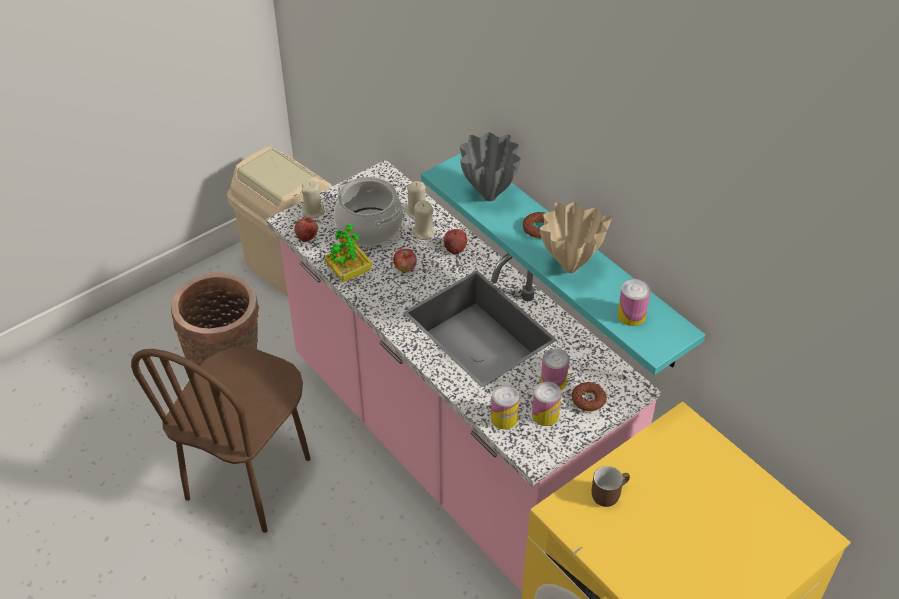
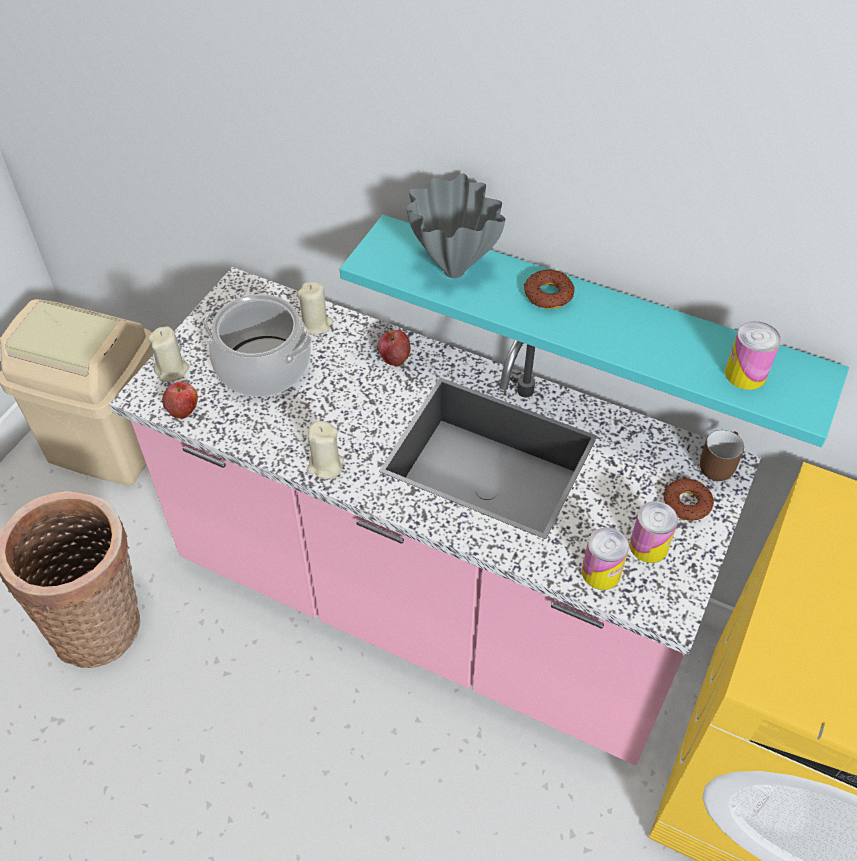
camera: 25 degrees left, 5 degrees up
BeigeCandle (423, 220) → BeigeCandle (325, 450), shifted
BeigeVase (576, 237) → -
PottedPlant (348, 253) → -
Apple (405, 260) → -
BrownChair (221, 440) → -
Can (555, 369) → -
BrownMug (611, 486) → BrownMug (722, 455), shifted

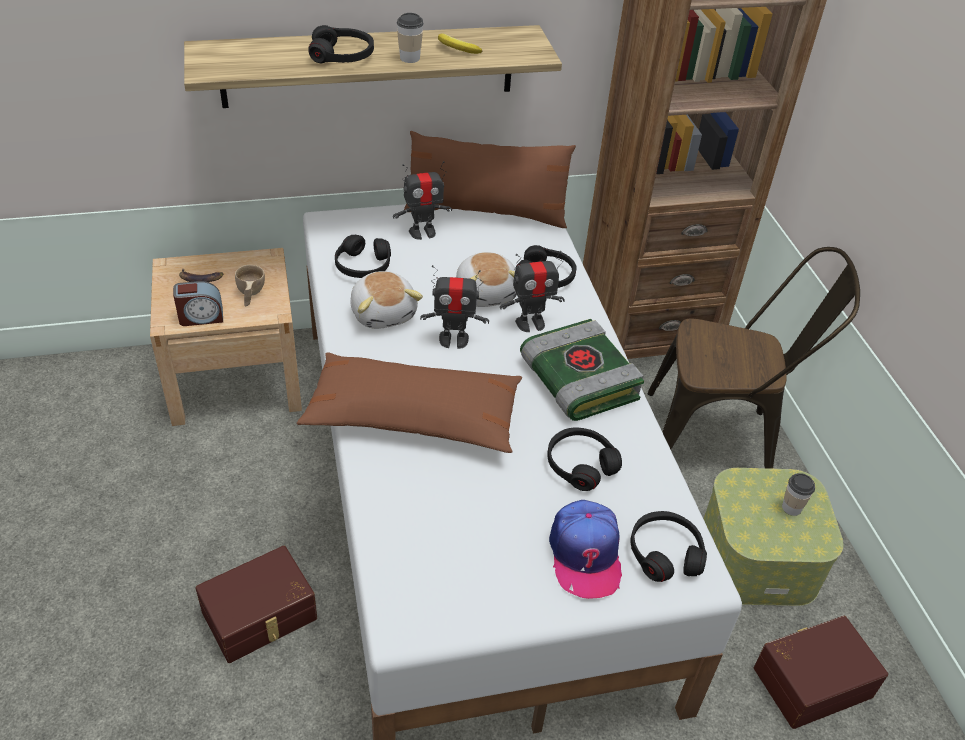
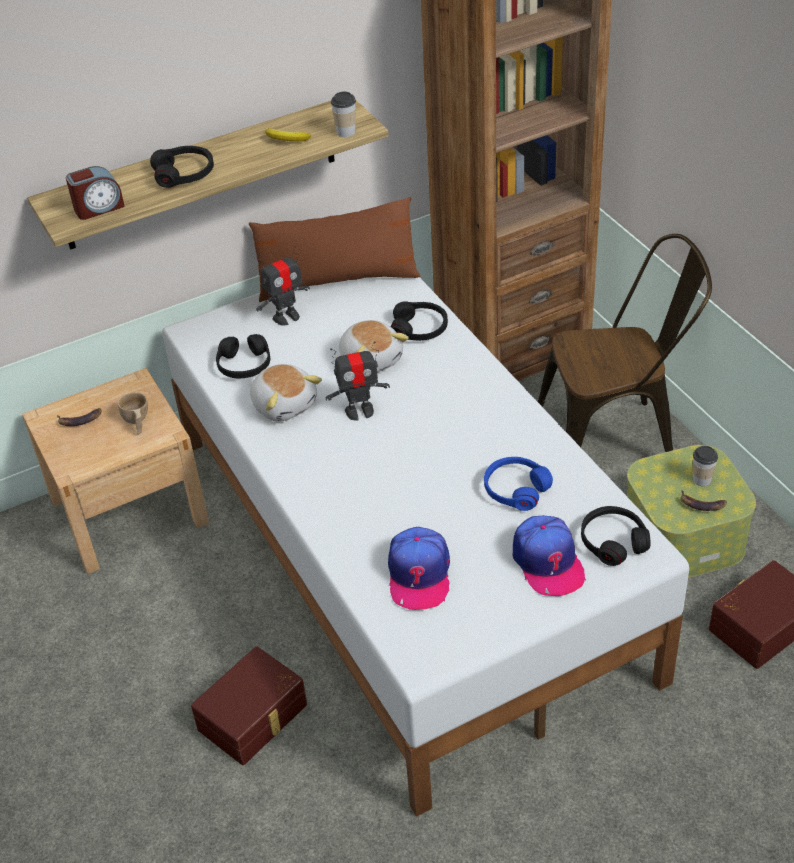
camera: 10 degrees left, 0 degrees up
Cup (410, 38) → Cup (343, 114), shifted
ToyRobot (532, 291) → -
AlarmClock (198, 303) → AlarmClock (95, 193), shifted
Book (582, 370) → -
BrownPillow (409, 402) → -
BlackHeadphones (584, 459) → BlueHeadphones (518, 484)
- → Banana (703, 500)
- → Cap (419, 568)

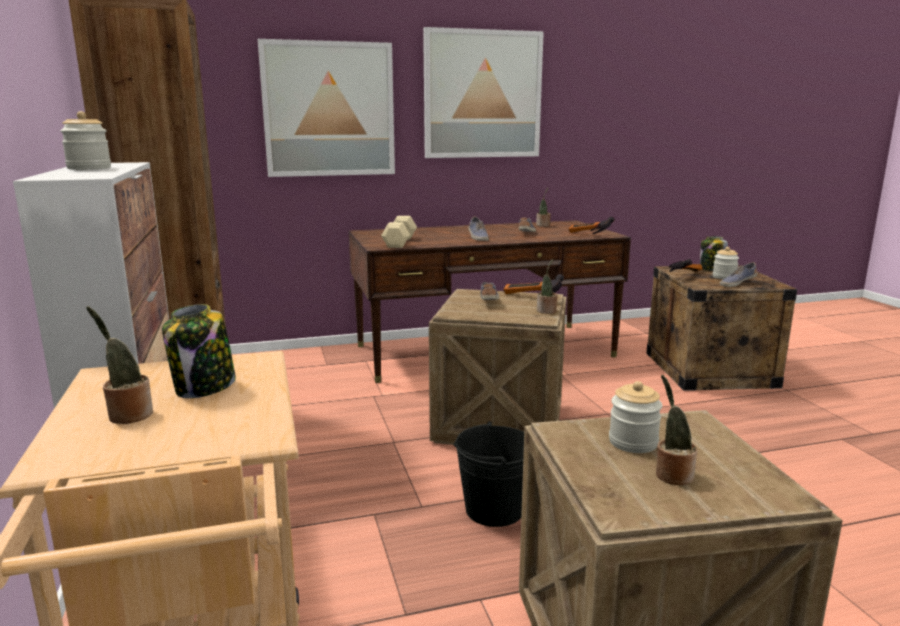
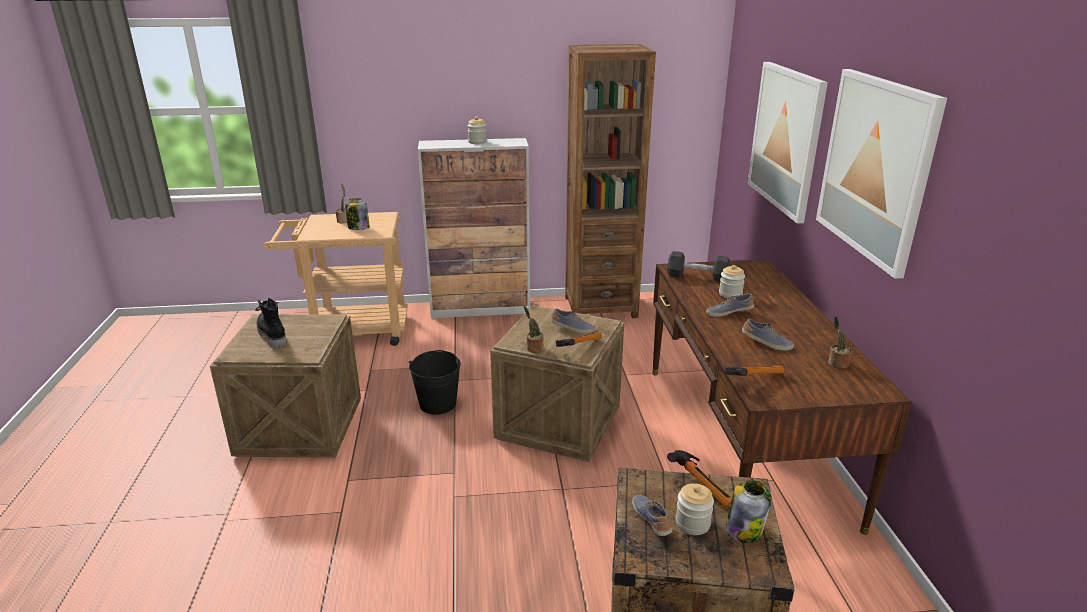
camera: 100 degrees right, 10 degrees up
BeigeDumbbell (399, 232) → BlackDumbbell (699, 266)
PottedPlant (676, 430) → BlackBoot (271, 323)
Jar (635, 417) → Jar (732, 282), shifted

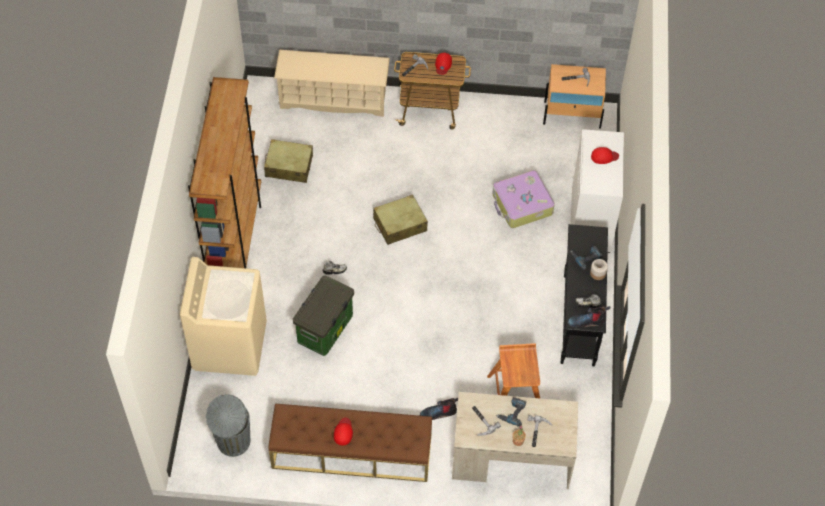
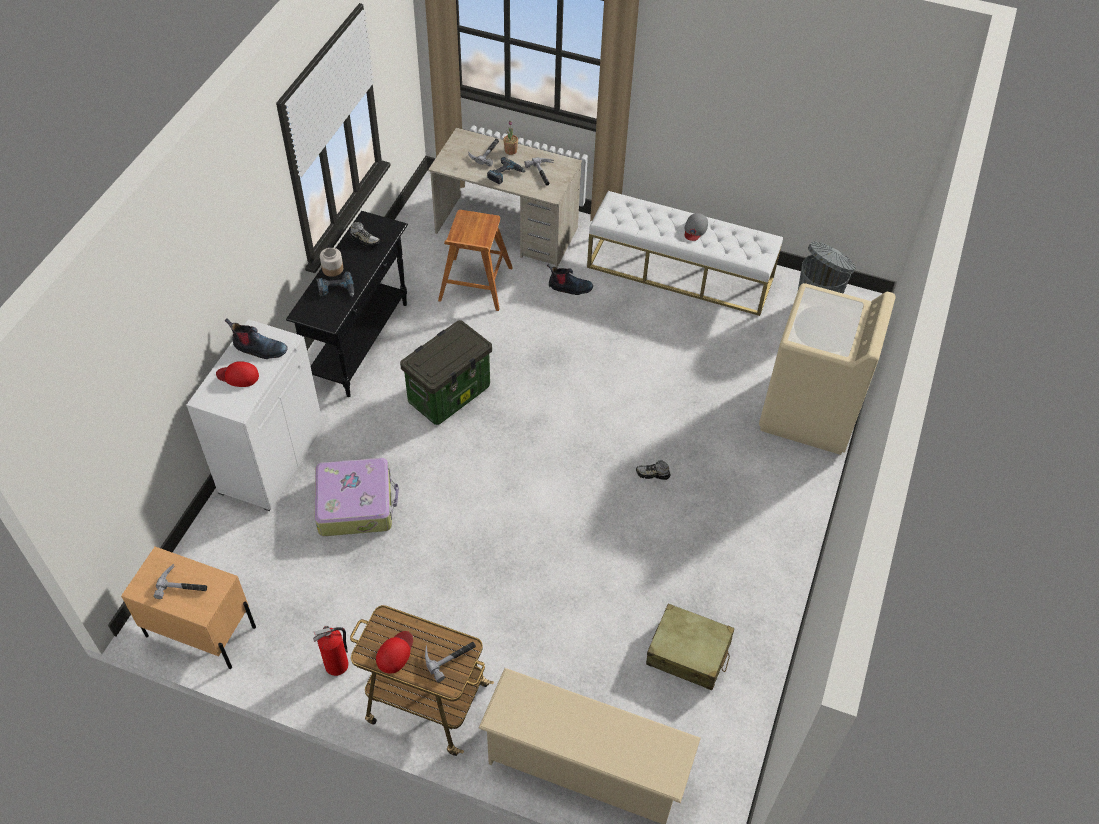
camera: 165 degrees left, 5 degrees down
BrownBookcase (224, 172) → -
BeigeSuitcase (400, 220) → -
StorageBox (323, 315) → StorageBox (446, 372), shifted
Boot (589, 317) → Boot (256, 338), shifted
BrownBench (350, 443) → WhiteBench (685, 253)
RedCap (343, 431) → GreyCap (696, 227)
- → FireExtinguisher (331, 651)

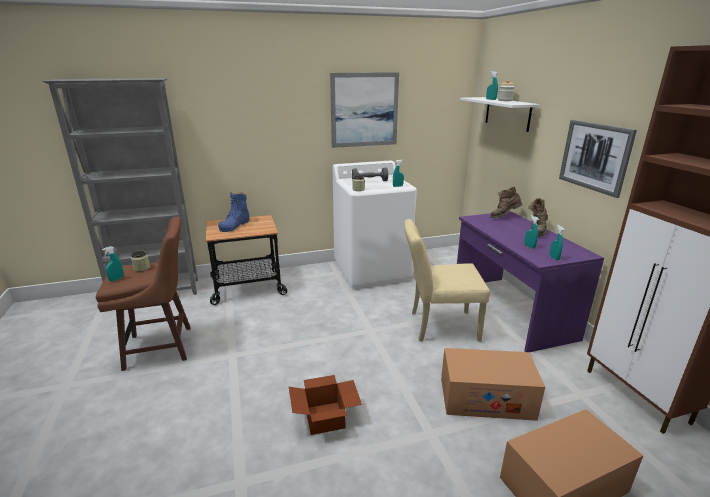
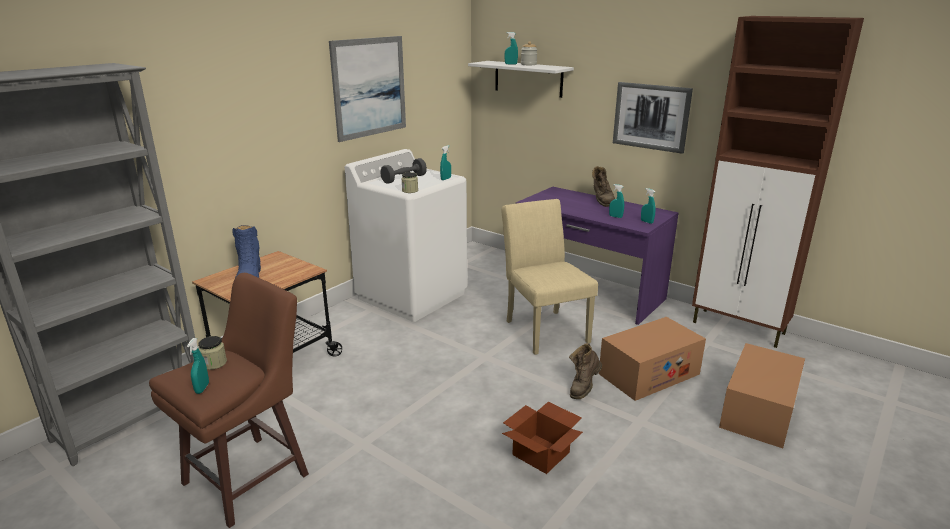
camera: 35 degrees left, 0 degrees up
BrownBoot (506, 202) → BrownBoot (585, 371), shifted
BeigeChair (447, 280) → BeigeChair (550, 277), 105 degrees clockwise

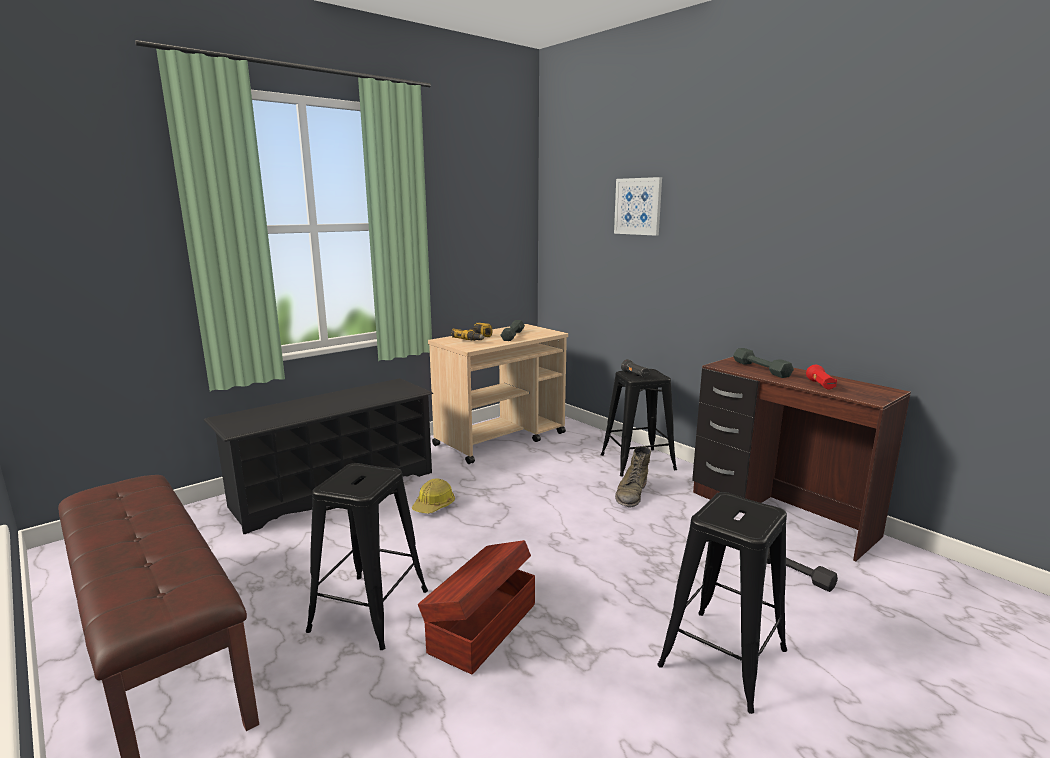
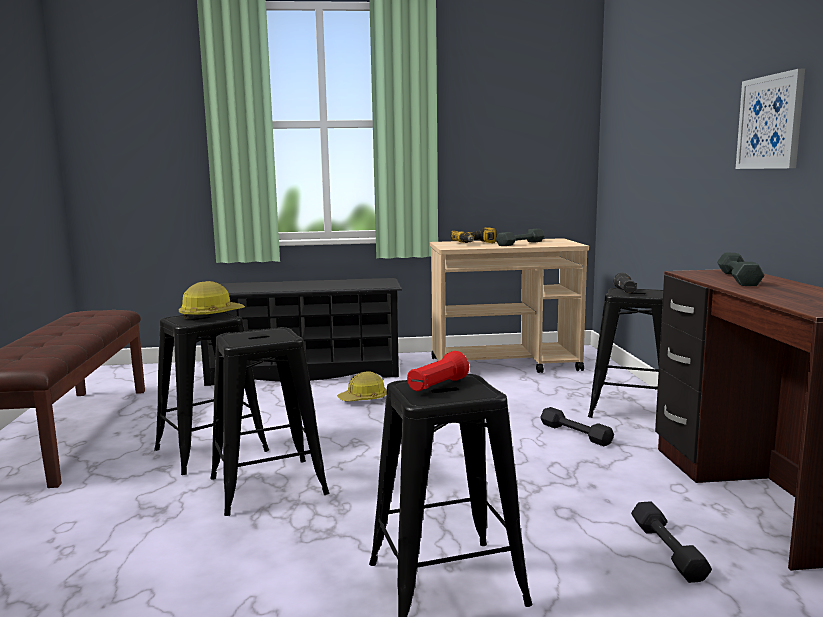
camera: 35 degrees right, 5 degrees down
Picture (638, 206) → Picture (770, 119), shifted
RedFlashlight (821, 377) → RedFlashlight (438, 371), shifted
GreenBoot (633, 477) → BlackDumbbell (577, 426)
BrownStorageBox (476, 607) → BlackStool (269, 421)
- → HardHat (212, 300)

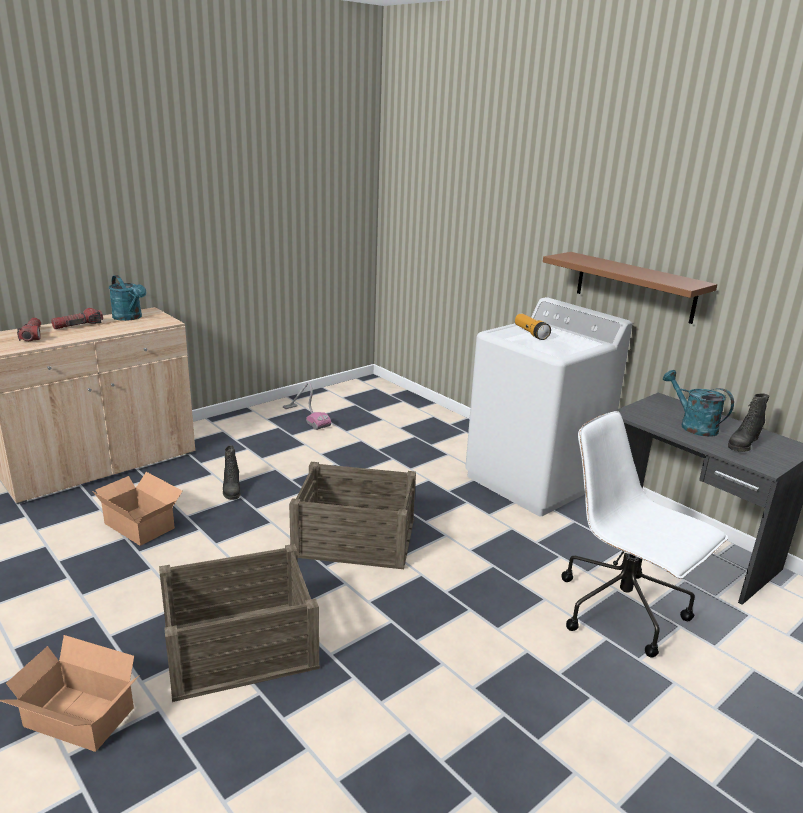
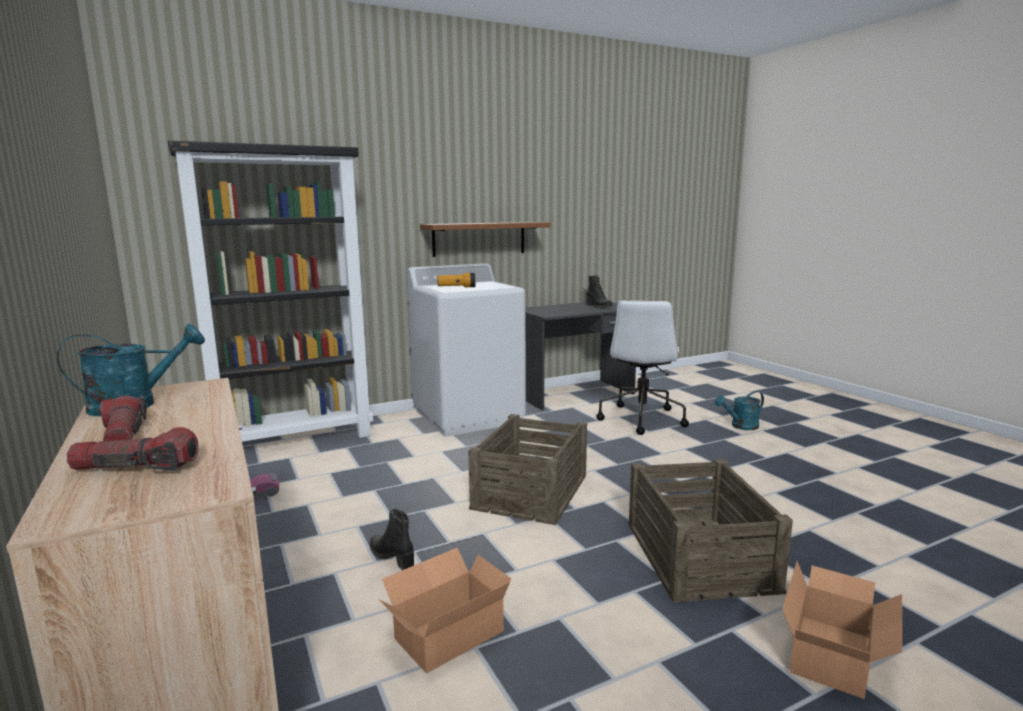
camera: 75 degrees left, 10 degrees down
TurquoiseWateringCan (698, 403) → TurquoiseWateringCan (739, 410), shifted
WhiteOfficeChair (645, 534) → WhiteOfficeChair (642, 367), 45 degrees counterclockwise
BlackBoot (232, 473) → BlackBoot (392, 539), 135 degrees counterclockwise
- → BlackBookcase (270, 291)

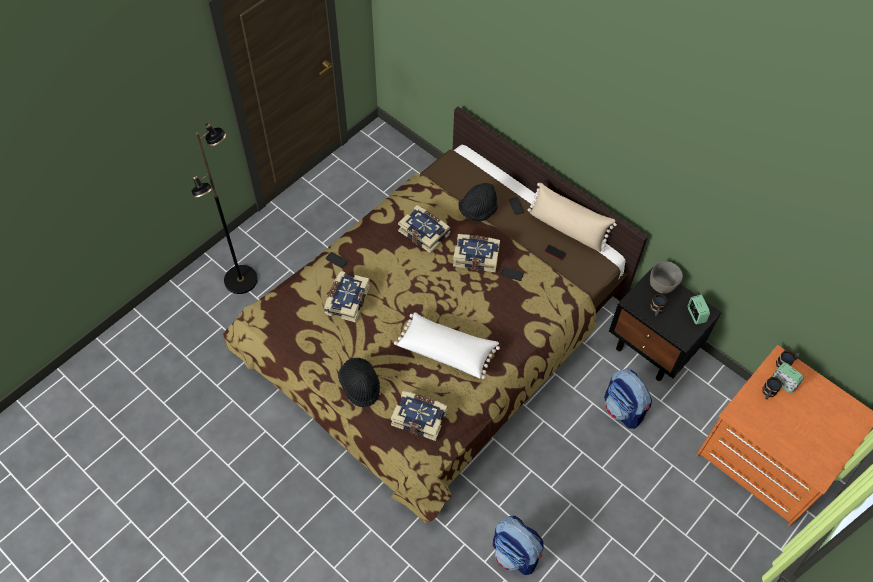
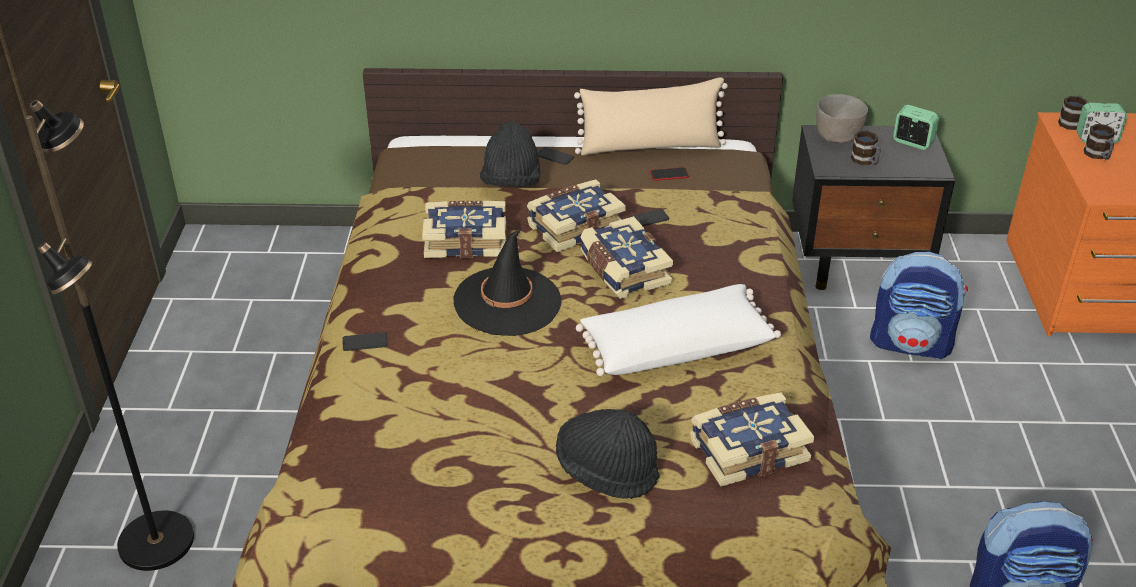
camera: 40 degrees left, 20 degrees down
Book (347, 297) → Book (626, 257), shifted
- → BlackHat (507, 282)

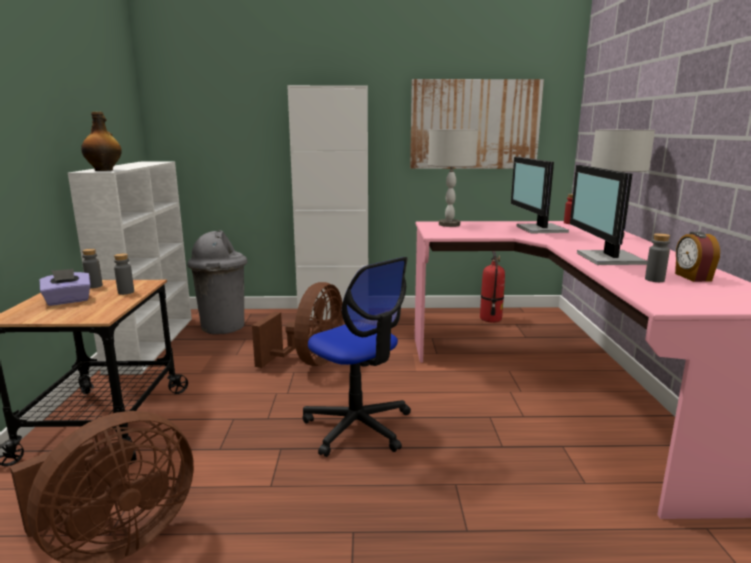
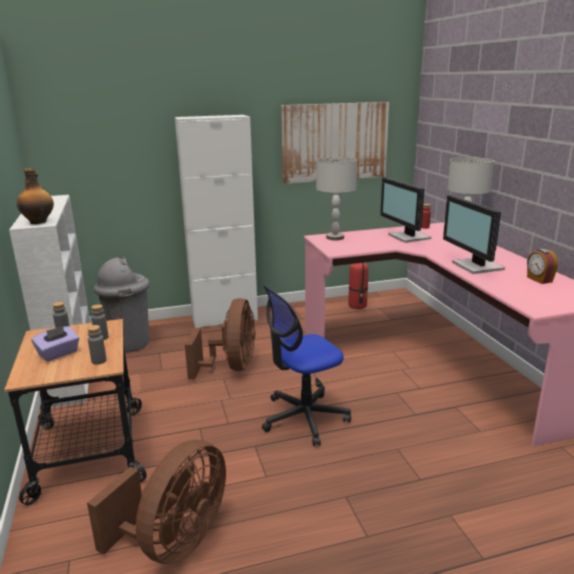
camera: 15 degrees left, 5 degrees up
GreyBottle (657, 257) → GreyBottle (97, 345), shifted
OfficeChair (356, 357) → OfficeChair (306, 365), 120 degrees clockwise

